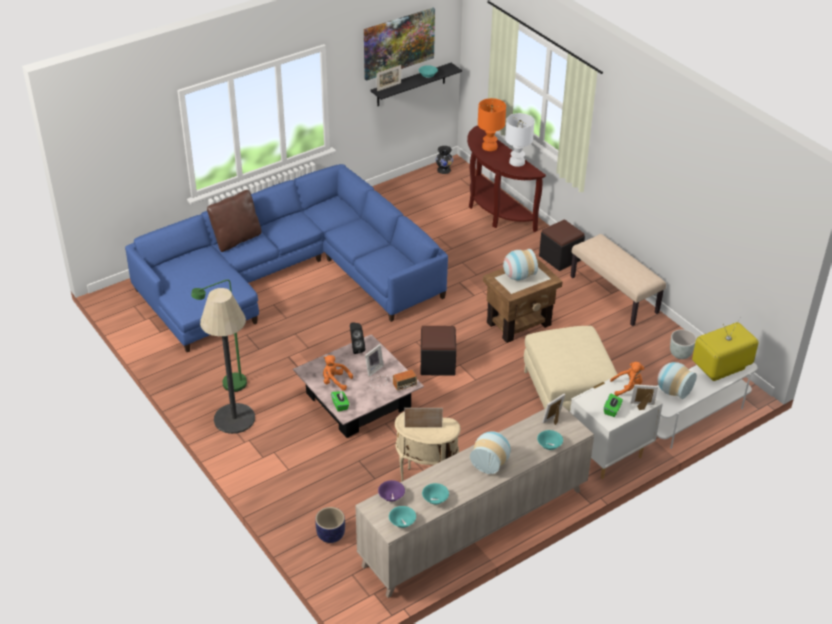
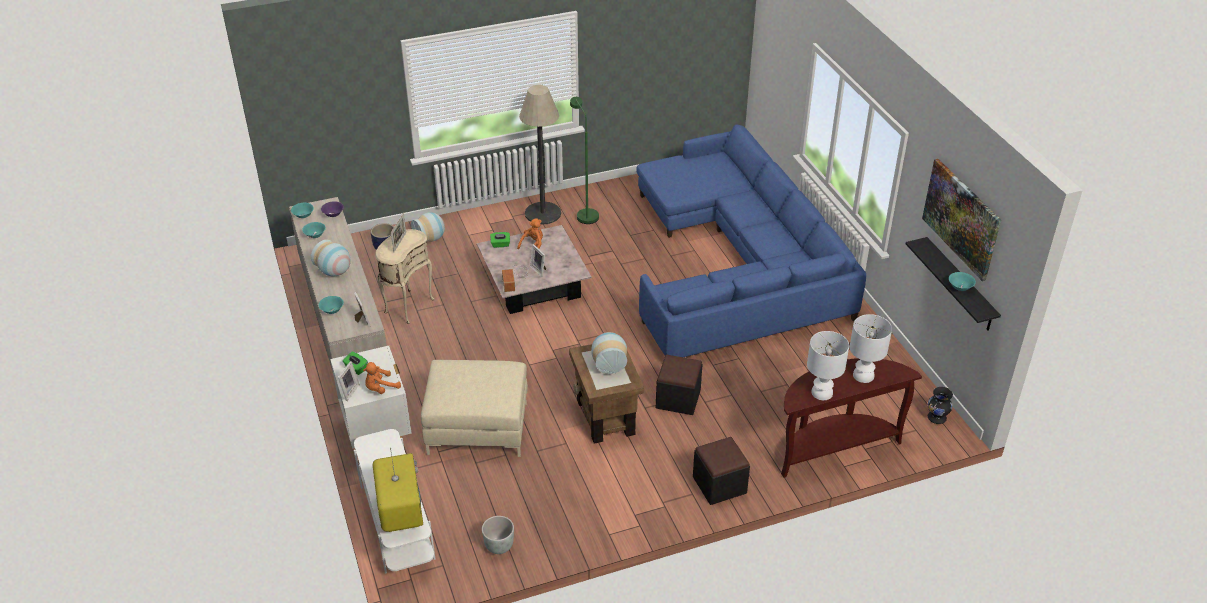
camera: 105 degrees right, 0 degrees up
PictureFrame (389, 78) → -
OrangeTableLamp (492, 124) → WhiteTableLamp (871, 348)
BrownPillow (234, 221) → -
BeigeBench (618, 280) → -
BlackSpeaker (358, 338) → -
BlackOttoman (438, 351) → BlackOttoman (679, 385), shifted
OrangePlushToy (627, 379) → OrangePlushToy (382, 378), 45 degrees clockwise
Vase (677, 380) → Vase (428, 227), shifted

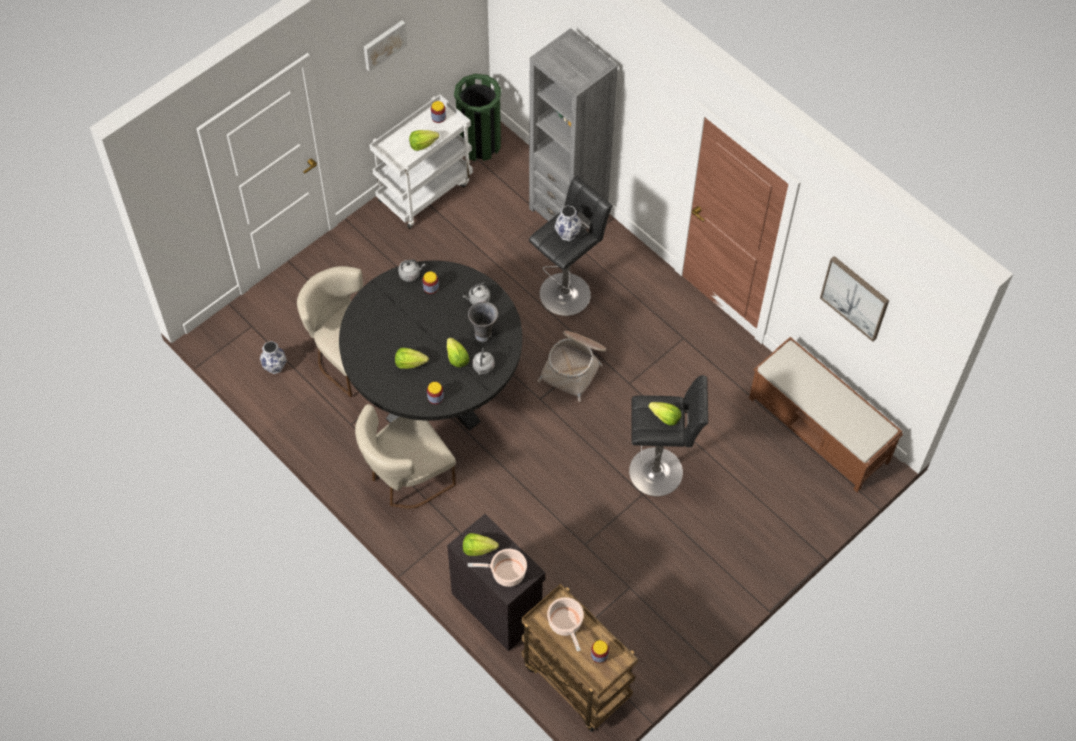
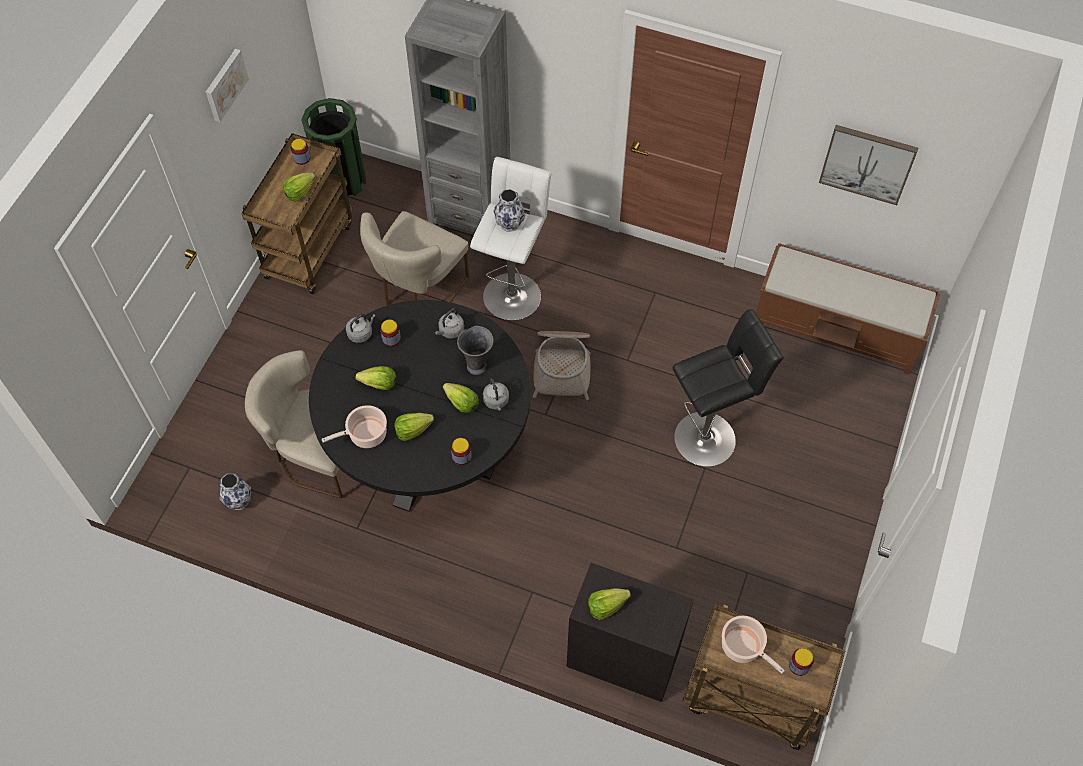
camera: 25 degrees left, 0 degrees up
WhiteCart (421, 161) → BrownCart (297, 213)
BlackStool (571, 246) → WhiteStool (510, 239)
Lettuce (664, 414) → Lettuce (375, 378), shifted
BeigeChair (405, 456) → BeigeChair (414, 258), shifted
CookingPot (497, 568) → CookingPot (354, 426), shifted

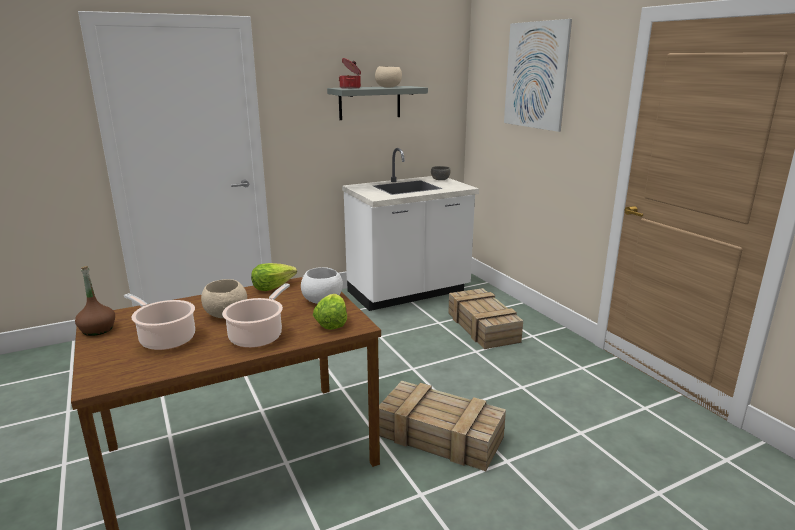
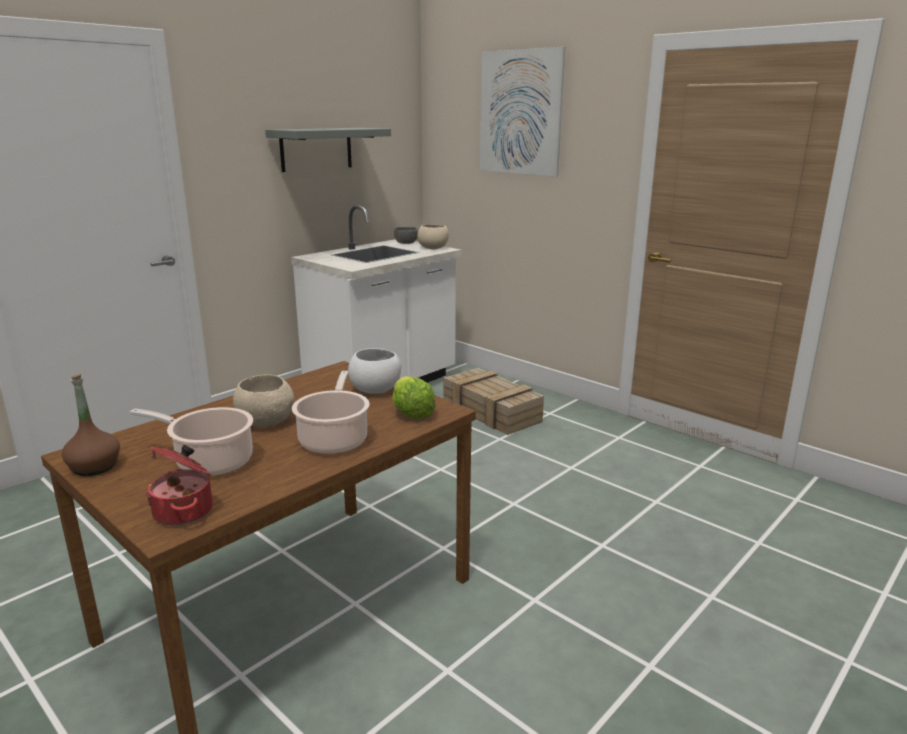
camera: 20 degrees left, 0 degrees up
CookingPot (349, 73) → CookingPot (179, 485), shifted
BeigeBowl (388, 76) → BeigeBowl (433, 236), shifted
Lettuce (274, 277) → -
Crate (442, 426) → -

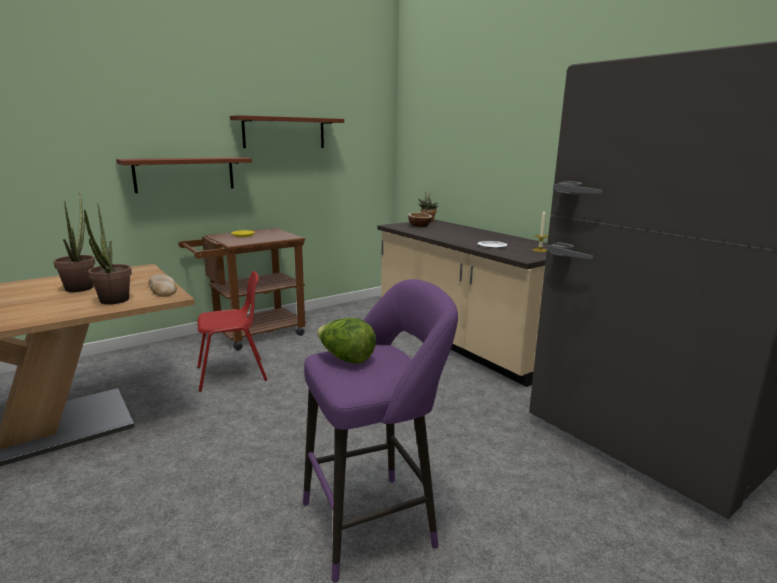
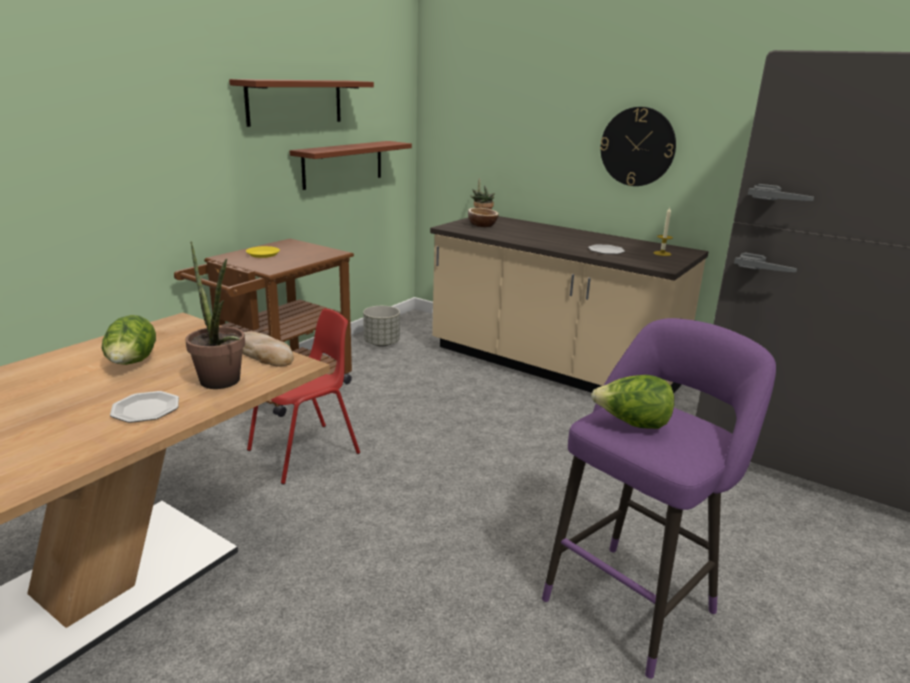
camera: 20 degrees left, 5 degrees up
BrownShelf (184, 175) → BrownShelf (351, 165), shifted
PottedPlant (74, 242) → Lettuce (129, 340)
- → WallClock (638, 146)
- → GreyPlanter (381, 326)
- → Plate (144, 407)

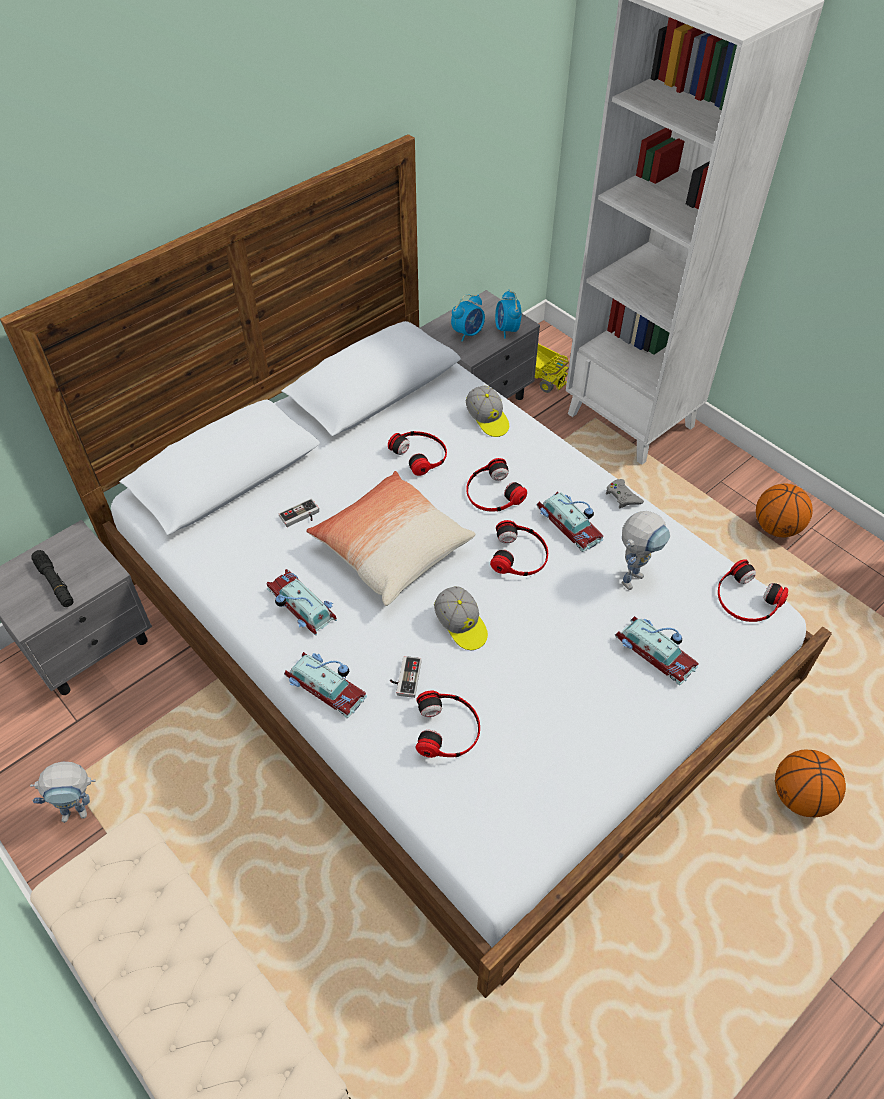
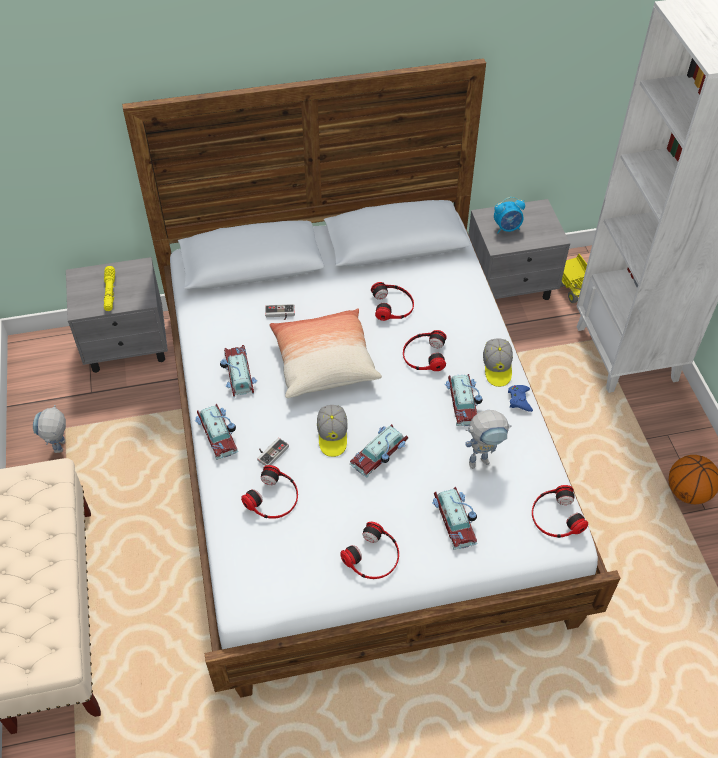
camera: 30 degrees right, 0 degrees up
AlarmClock (508, 314) → -
Cap (487, 411) → Cap (498, 362), shifted
GreyGameController (625, 493) → BlueGameController (520, 398)
Headphones (519, 548) → Headphones (369, 550), shifted
BlackFlashlight (52, 578) → YellowFlashlight (109, 288)
Basketball (810, 783) → -
ToyRobot (63, 792) → ToyRobot (49, 429), 75 degrees clockwise
- → ToyCar (379, 451)

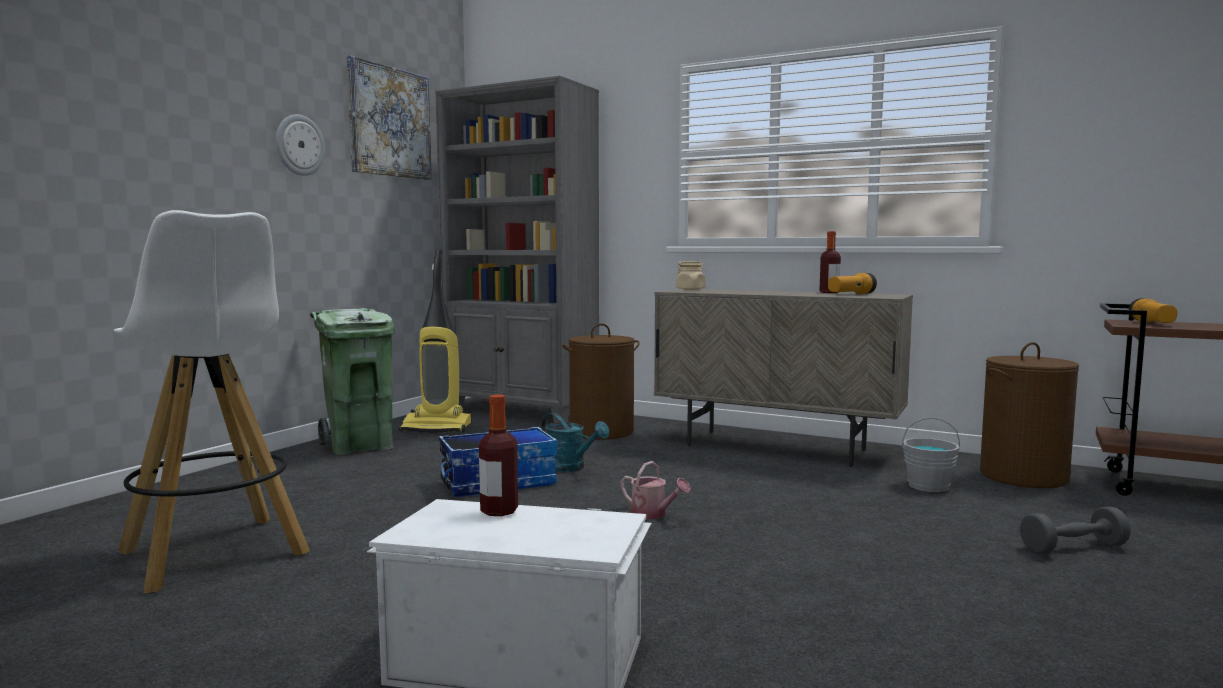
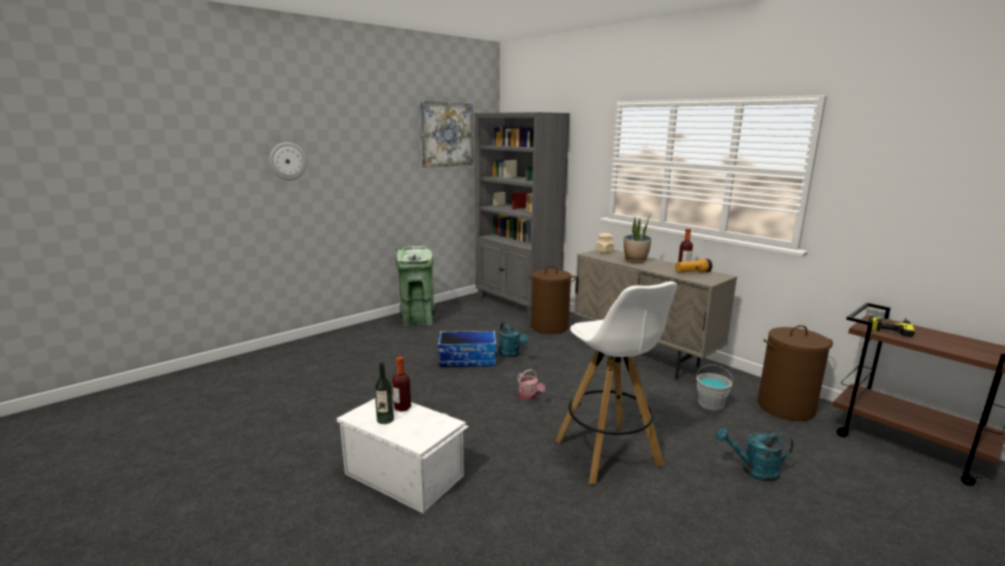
camera: 20 degrees right, 10 degrees up
WallClock (300, 145) → WallClock (288, 161), shifted
WhiteStool (211, 401) → WhiteStool (616, 382), shifted
VacuumCleaner (435, 341) → -
Flashlight (1153, 310) → PowerDrill (892, 326)
GreyDumbbell (1075, 530) → TurquoiseWateringCan (755, 455)
- → PottedPlant (638, 238)
- → Bottle (384, 393)

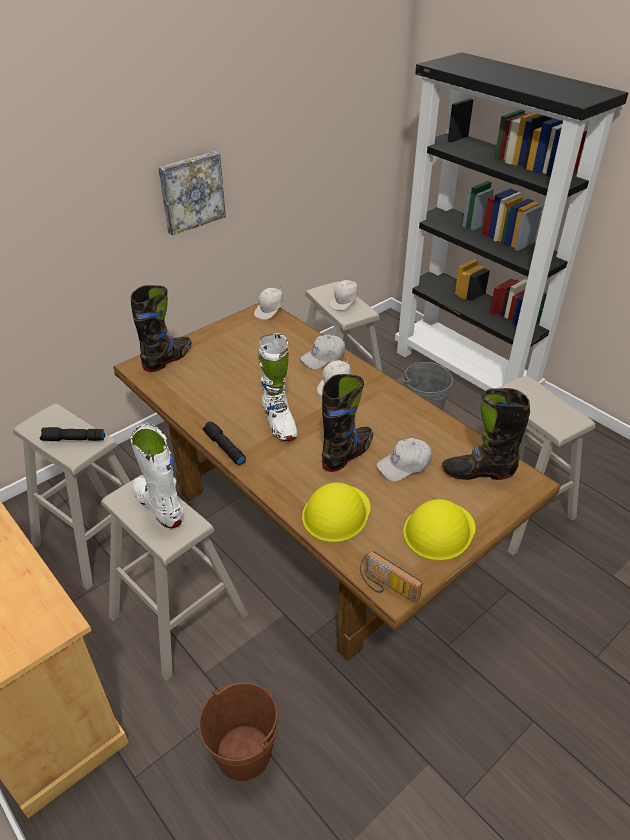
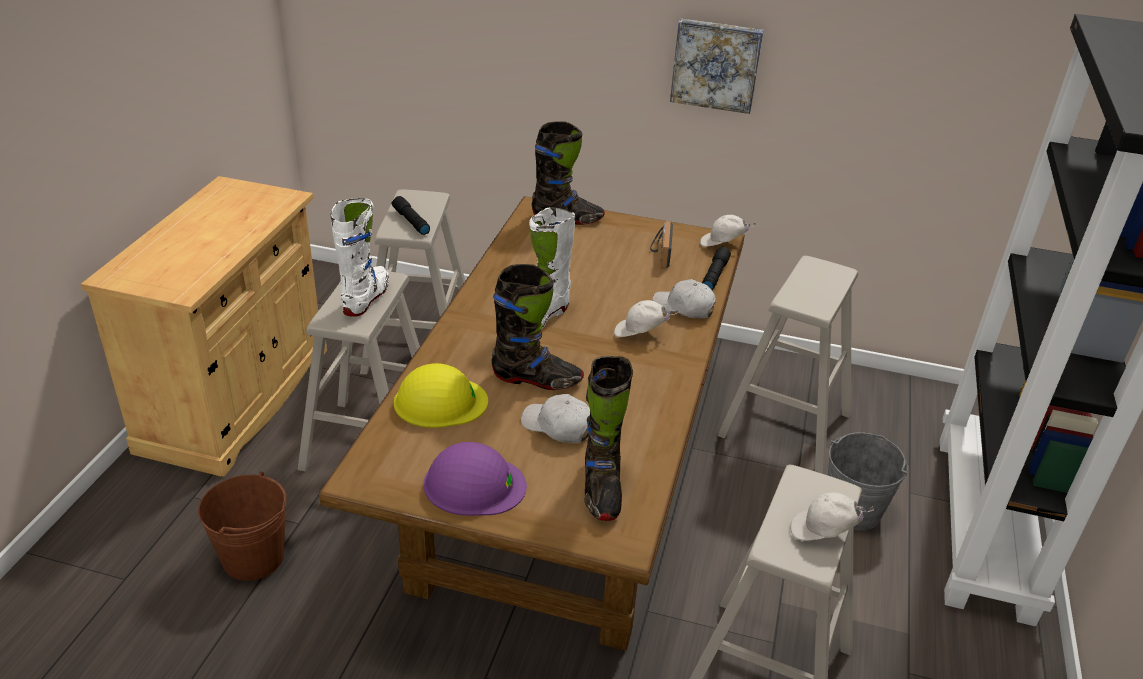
camera: 55 degrees right, 5 degrees down
WhiteCap (343, 294) → WhiteCap (832, 516), shifted
BlackBoot (486, 434) → BlackBoot (608, 438), 150 degrees counterclockwise
BlackFlashlight (224, 443) → BlackFlashlight (716, 268), shifted
YellowHardHat (439, 530) → PurpleHardHat (475, 479)
Radio (391, 577) → Radio (661, 245), shifted

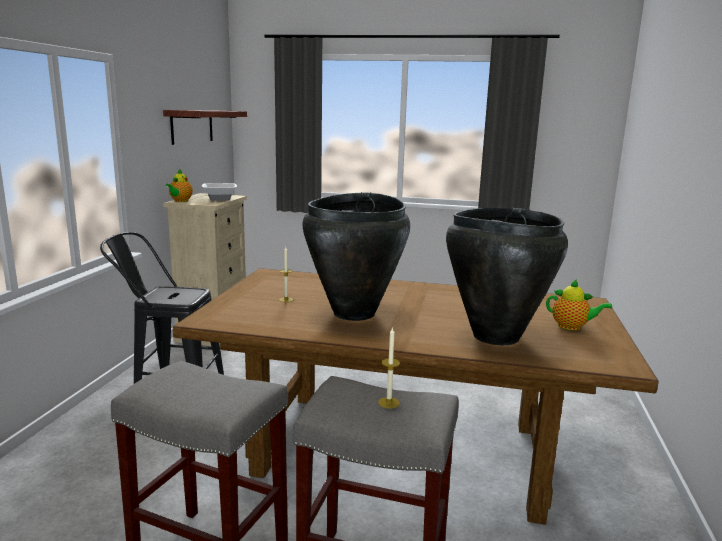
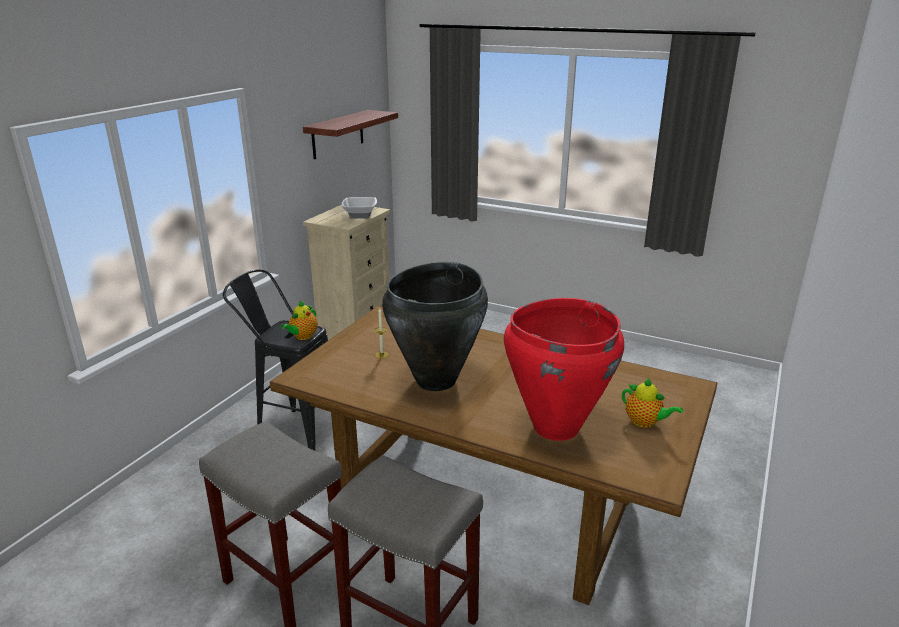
camera: 15 degrees right, 10 degrees up
Teapot (179, 185) → Teapot (299, 320), shifted
BlackVase (507, 276) → RedVase (564, 369)
Candle (389, 367) → -

